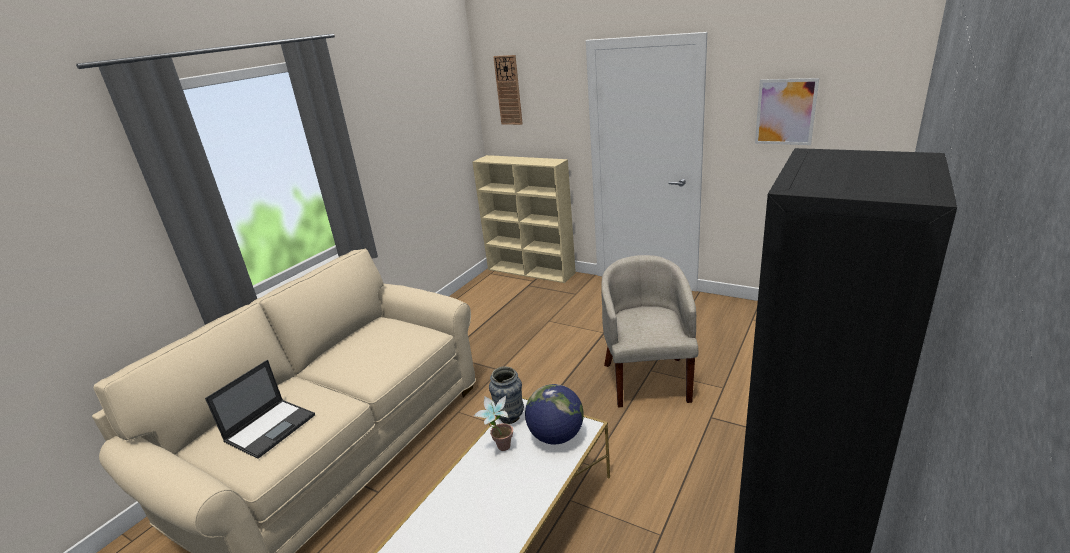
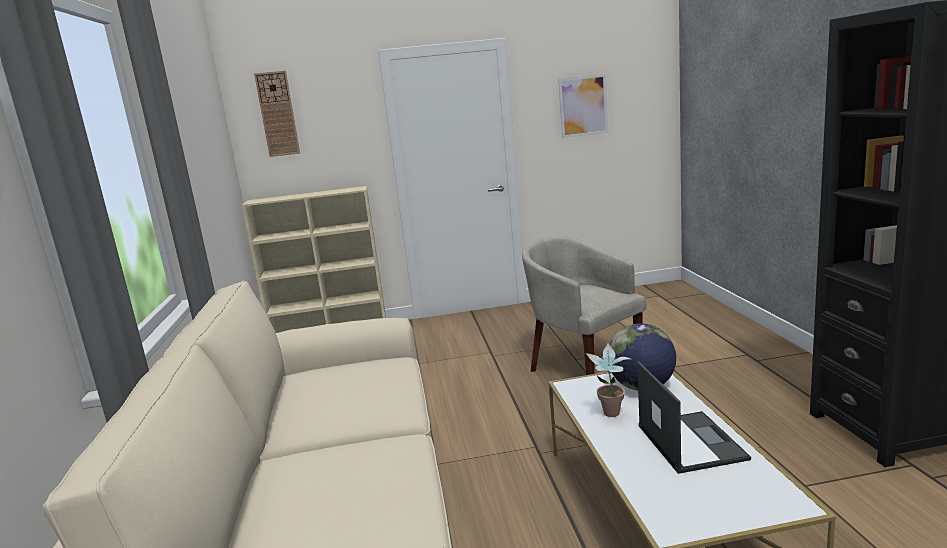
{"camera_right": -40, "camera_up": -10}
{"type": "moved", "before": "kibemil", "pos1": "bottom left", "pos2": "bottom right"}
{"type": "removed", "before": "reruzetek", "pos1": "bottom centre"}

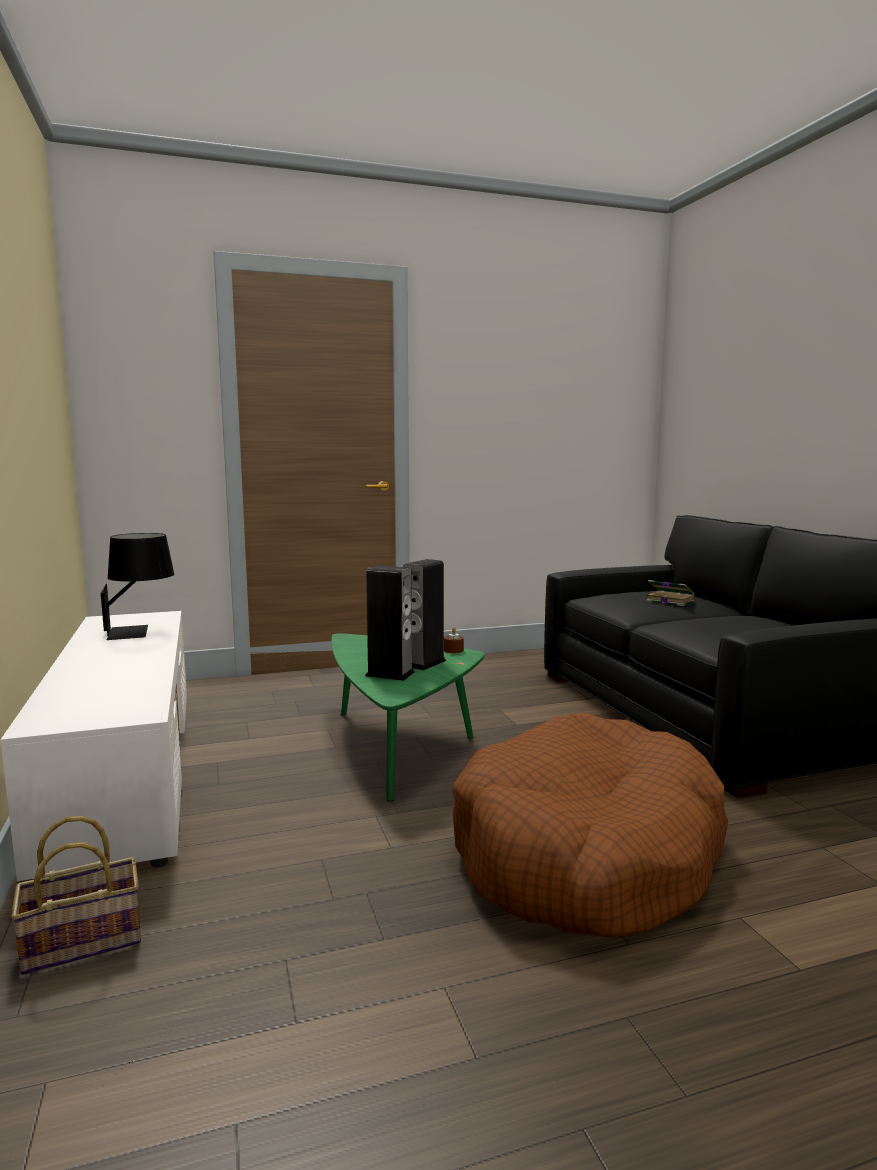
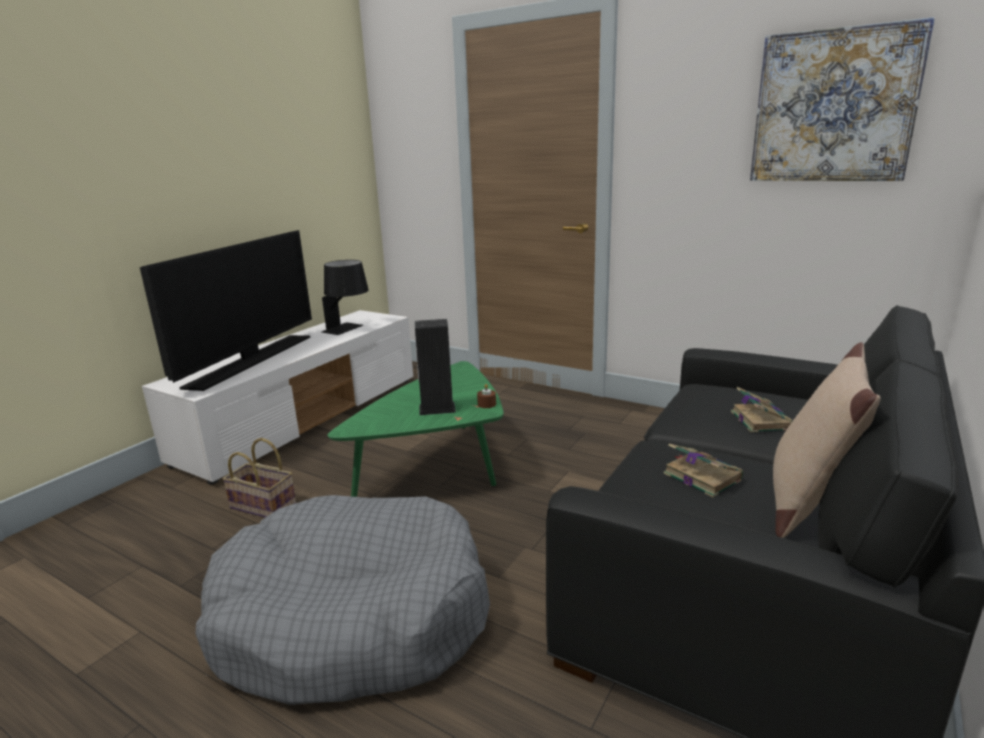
{"camera_right": 50, "camera_up": 10}
{"type": "added", "after": "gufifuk", "pos2": "middle left"}
{"type": "recoloured", "before": "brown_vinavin", "after": "grey_vinavin", "pos1": "bottom right", "pos2": "bottom centre"}
{"type": "moved", "before": "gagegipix", "pos1": "bottom left", "pos2": "middle left"}
{"type": "added", "after": "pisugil (1st from left)", "pos2": "middle right"}
{"type": "added", "after": "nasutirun", "pos2": "top right"}
{"type": "added", "after": "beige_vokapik", "pos2": "middle right"}
{"type": "removed", "before": "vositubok (1st from left)", "pos1": "centre"}

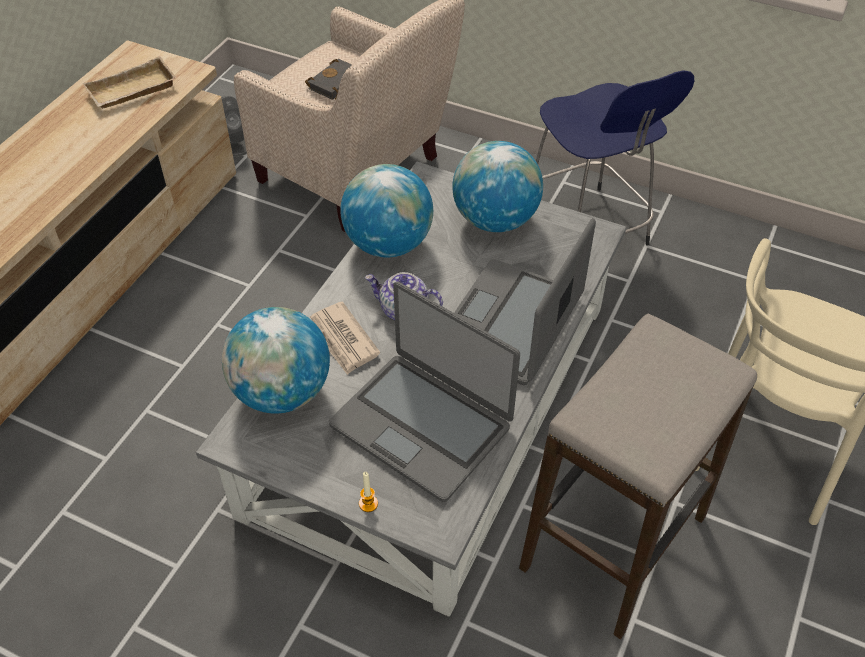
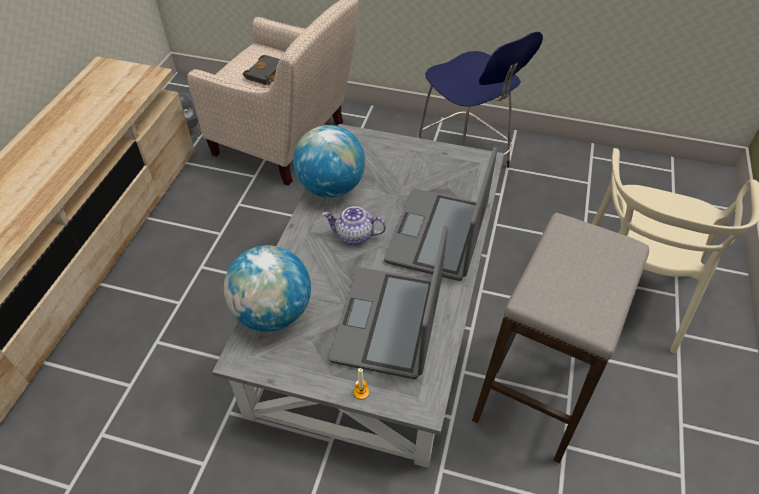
{"camera_right": -10, "camera_up": 0}
{"type": "turned", "before": "kibemil (1st from left)", "pos1": "centre", "pos2": "centre", "turn": 75}
{"type": "removed", "before": "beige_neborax", "pos1": "top left"}
{"type": "removed", "before": "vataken", "pos1": "centre"}
{"type": "removed", "before": "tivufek (3rd from left)", "pos1": "top centre"}

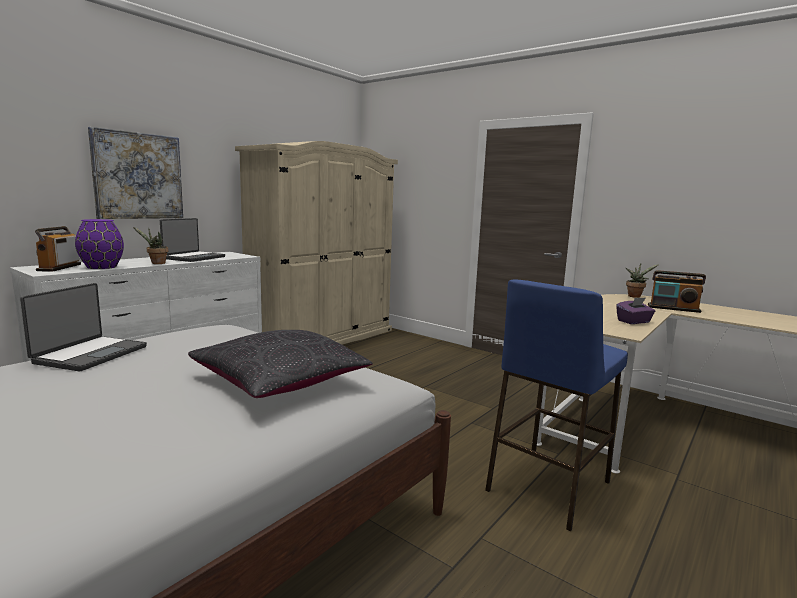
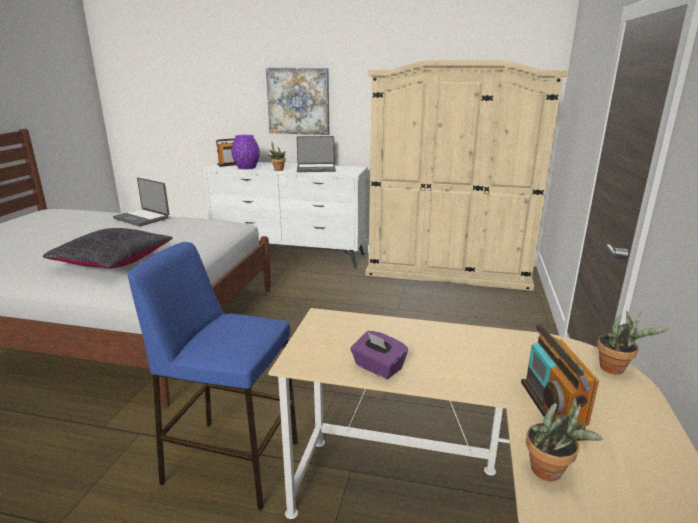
{"camera_right": 65, "camera_up": 10}
{"type": "turned", "before": "kibemil (1st from left)", "pos1": "middle left", "pos2": "middle left", "turn": 45}
{"type": "added", "after": "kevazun (2nd from left)", "pos2": "bottom right"}

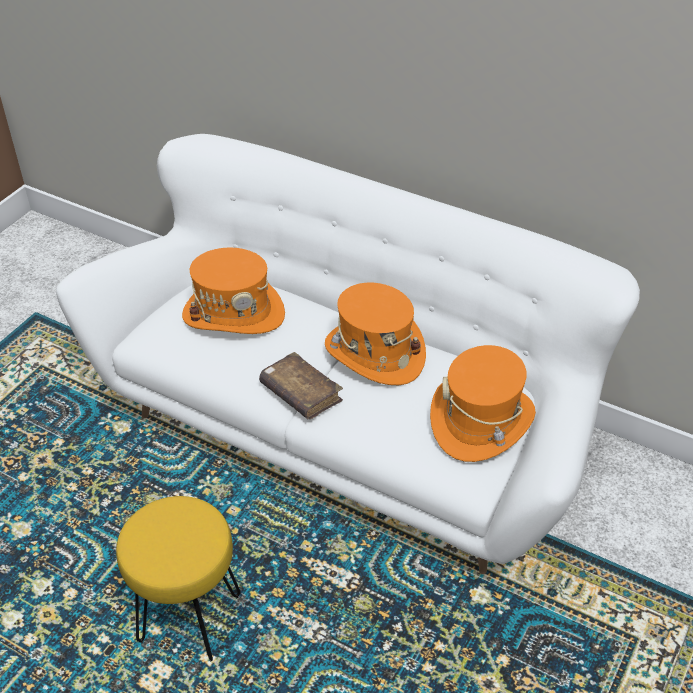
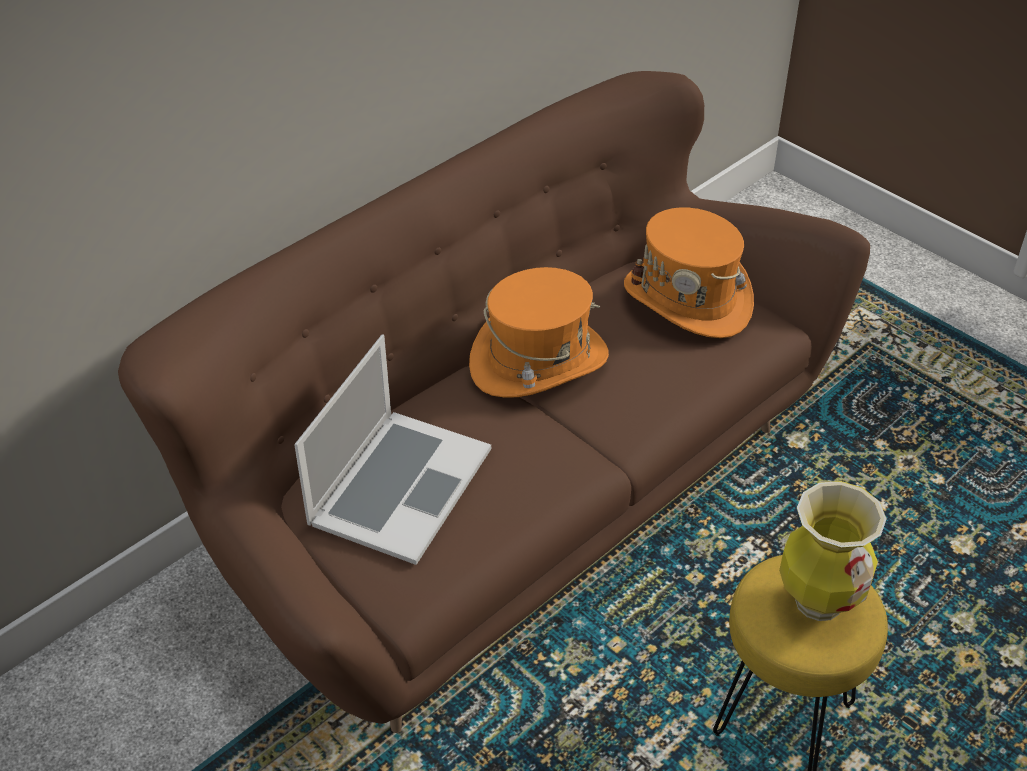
{"camera_right": -75, "camera_up": 0}
{"type": "recoloured", "before": "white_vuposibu", "after": "brown_vuposibu", "pos1": "centre", "pos2": "centre"}
{"type": "replaced", "before": "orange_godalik (1st from left)", "after": "kibemil", "pos1": "centre", "pos2": "centre"}
{"type": "added", "after": "reruzetek", "pos2": "bottom right"}
{"type": "removed", "before": "brown_pisugil", "pos1": "centre"}

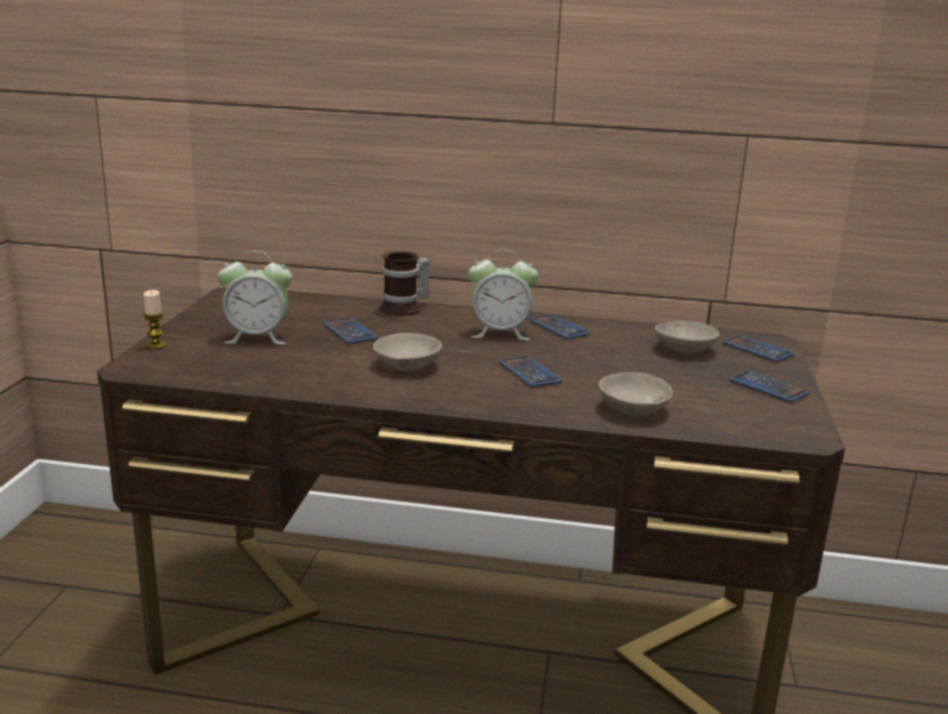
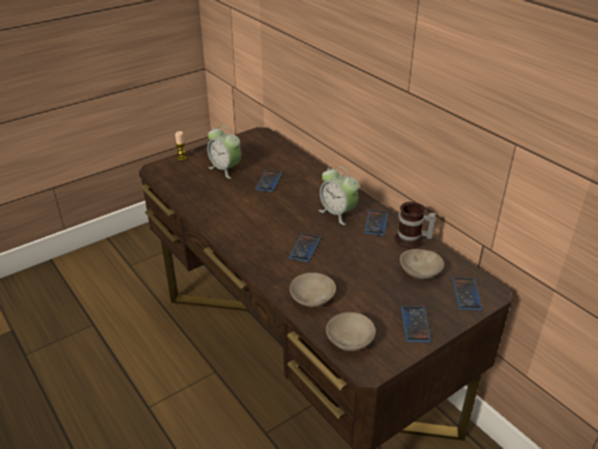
{"camera_right": 45, "camera_up": 15}
{"type": "moved", "before": "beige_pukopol (1st from left in the first image)", "after": "beige_pukopol (2nd from left)", "pos1": "centre", "pos2": "bottom centre"}
{"type": "moved", "before": "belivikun", "pos1": "centre", "pos2": "middle right"}

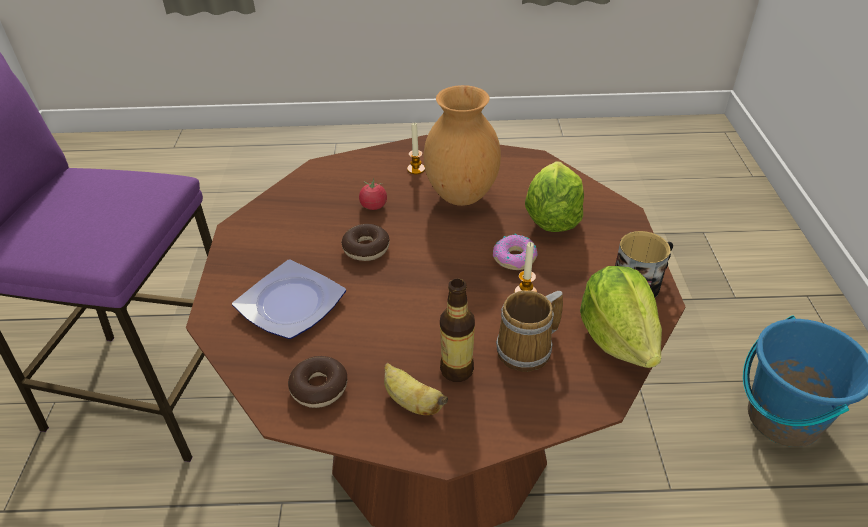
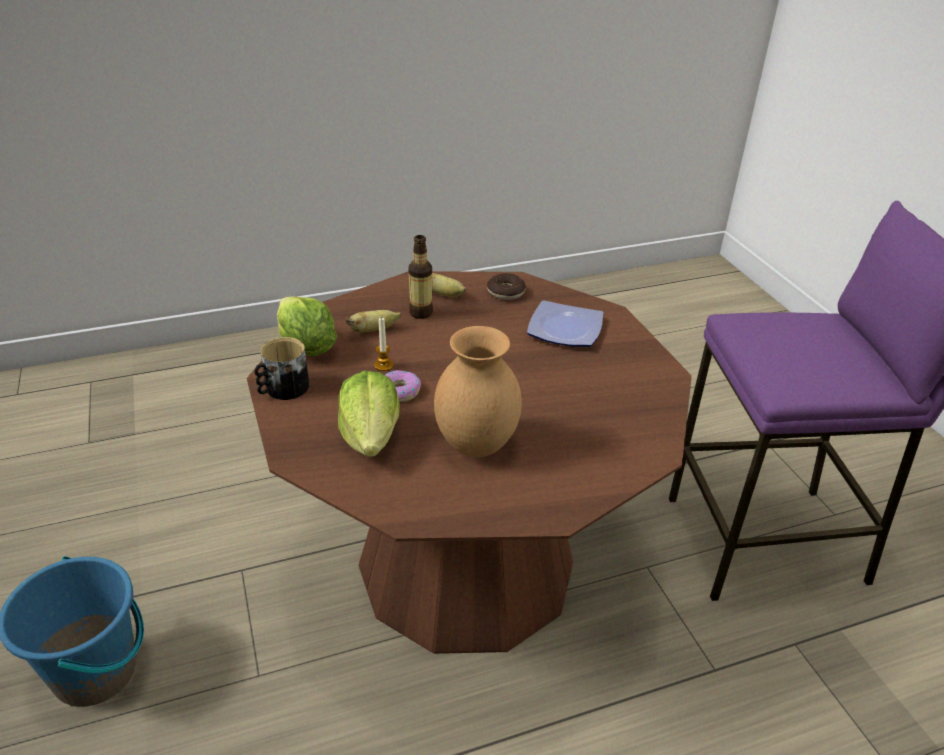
{"camera_right": 160, "camera_up": -5}
{"type": "replaced", "before": "belivikun (1st from left)", "after": "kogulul (1st from left)", "pos1": "centre", "pos2": "centre"}
{"type": "removed", "before": "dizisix (2nd from left)", "pos1": "centre"}
{"type": "removed", "before": "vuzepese", "pos1": "centre"}
{"type": "removed", "before": "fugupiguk (1st from left)", "pos1": "top centre"}

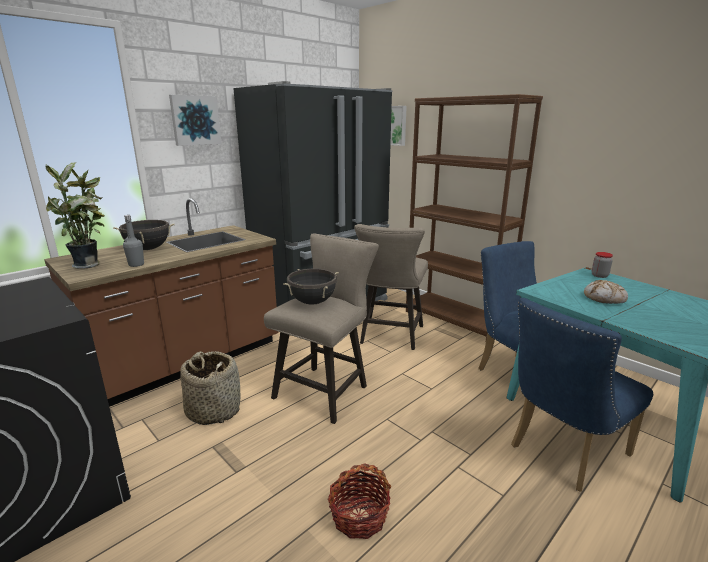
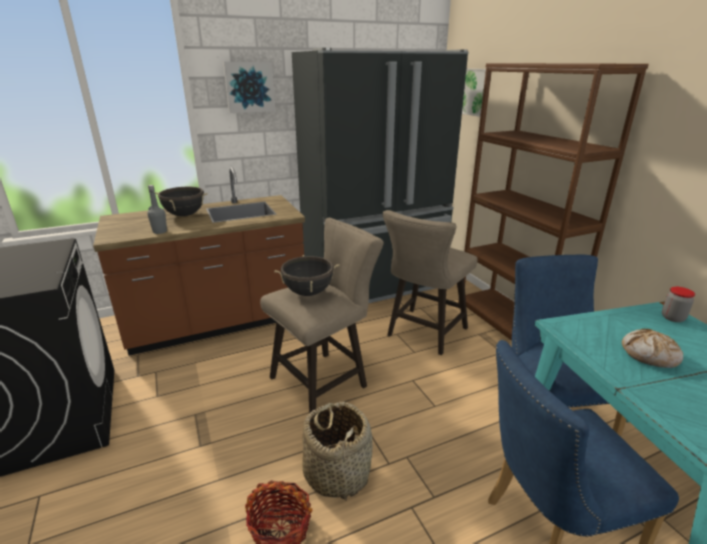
{"camera_right": 20, "camera_up": 5}
{"type": "moved", "before": "gagegipix (1st from left in the first image)", "after": "gagegipix (2nd from left)", "pos1": "bottom left", "pos2": "bottom centre"}
{"type": "removed", "before": "kevazun", "pos1": "middle left"}

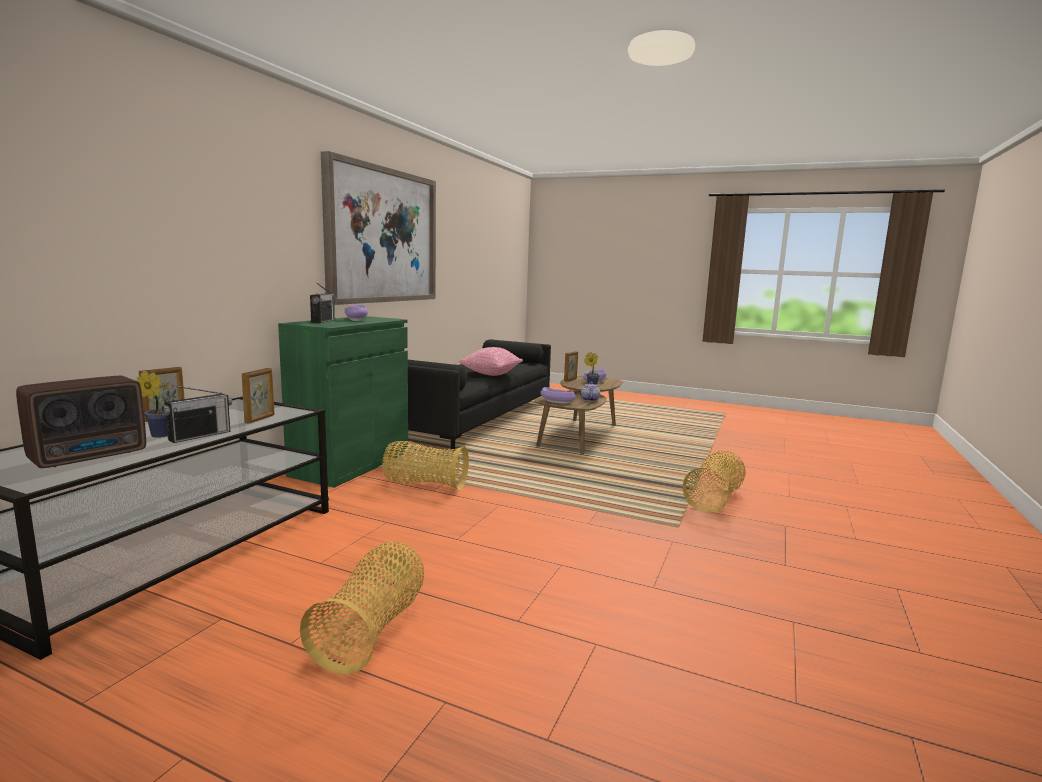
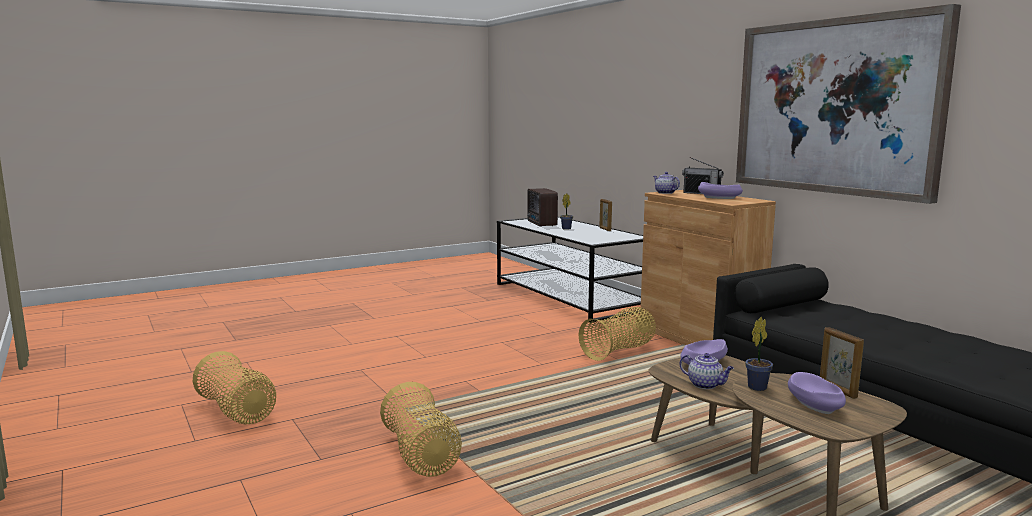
{"camera_right": 125, "camera_up": 0}
{"type": "moved", "before": "gagegipix (1st from left)", "pos1": "bottom centre", "pos2": "bottom left"}
{"type": "recoloured", "before": "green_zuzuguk", "after": "brown_zuzuguk", "pos1": "middle left", "pos2": "middle right"}
{"type": "added", "after": "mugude (1st from left)", "pos2": "centre"}
{"type": "removed", "before": "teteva (2nd from left)", "pos1": "middle left"}
{"type": "removed", "before": "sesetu (2nd from left)", "pos1": "middle left"}
{"type": "removed", "before": "pink_vokapik", "pos1": "centre"}

